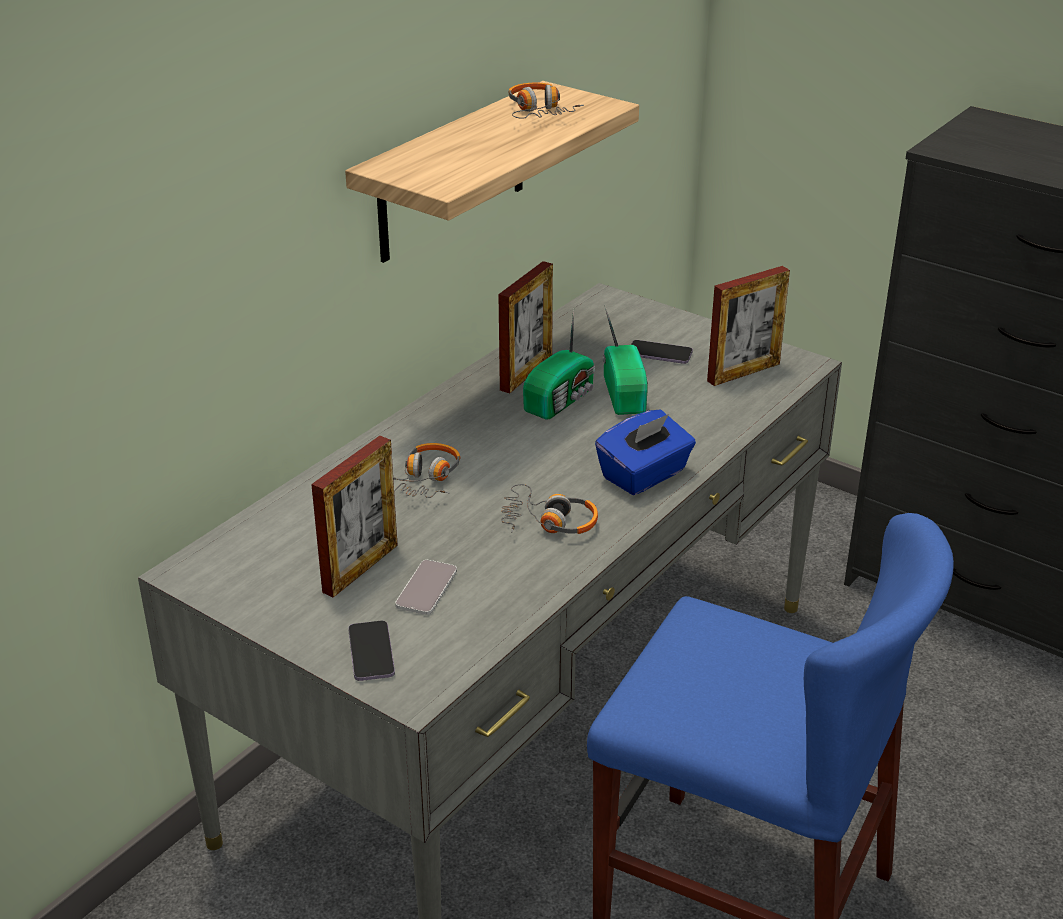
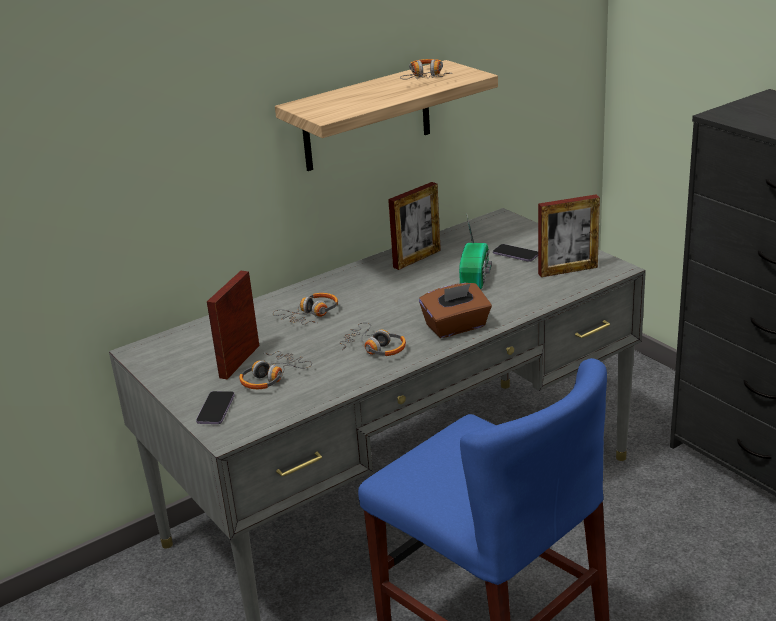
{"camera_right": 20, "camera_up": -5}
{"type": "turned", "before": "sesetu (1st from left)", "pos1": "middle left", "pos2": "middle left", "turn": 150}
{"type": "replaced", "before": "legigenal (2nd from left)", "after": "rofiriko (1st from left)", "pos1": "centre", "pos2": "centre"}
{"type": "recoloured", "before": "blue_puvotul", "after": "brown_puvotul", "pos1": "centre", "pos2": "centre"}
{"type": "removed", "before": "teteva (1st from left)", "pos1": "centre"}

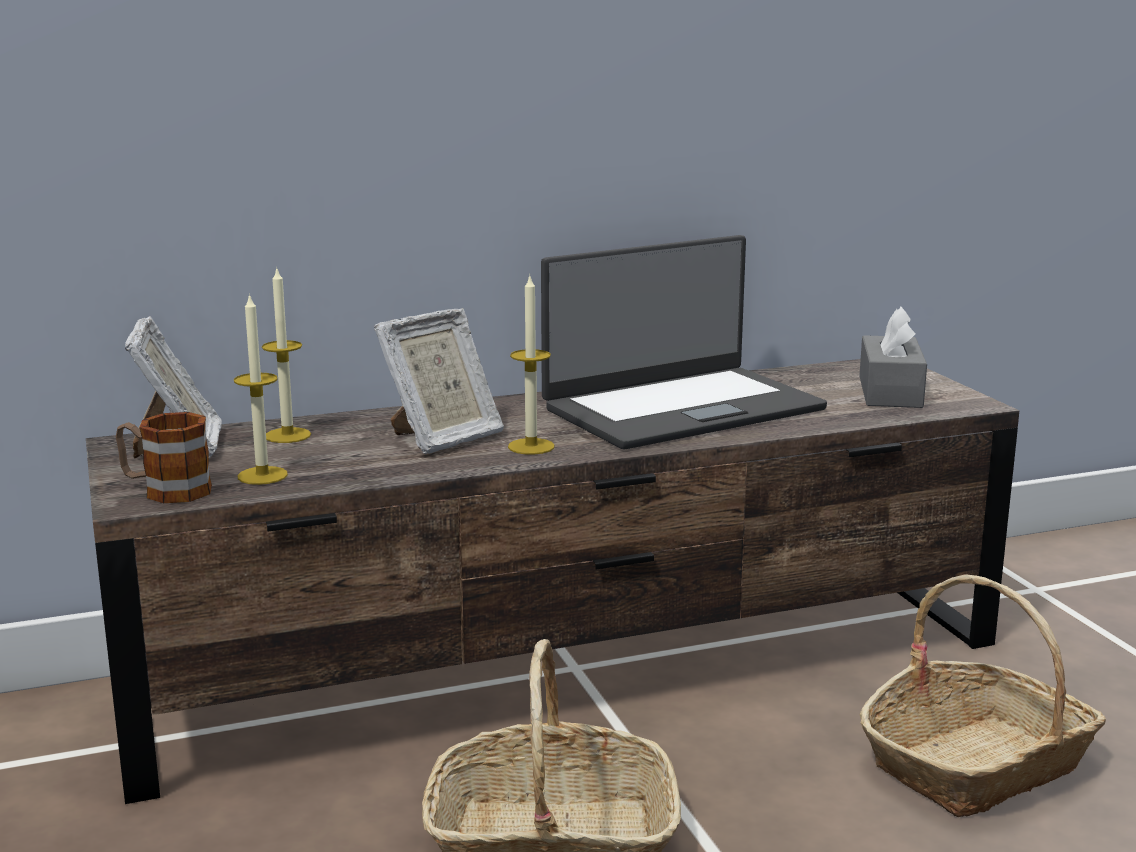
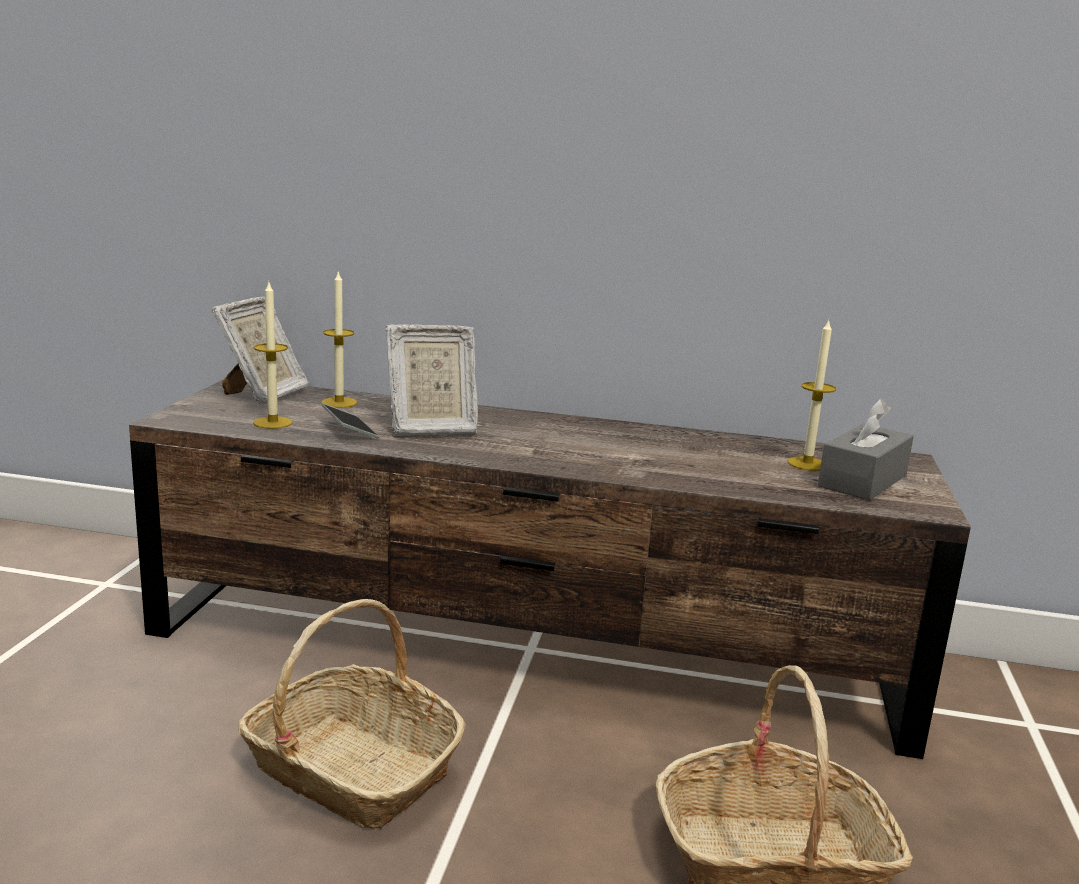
{"camera_right": 30, "camera_up": 0}
{"type": "added", "after": "legigenal", "pos2": "middle left"}
{"type": "moved", "before": "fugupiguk (3rd from left)", "pos1": "centre", "pos2": "middle right"}
{"type": "removed", "before": "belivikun", "pos1": "middle left"}
{"type": "removed", "before": "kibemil", "pos1": "centre"}

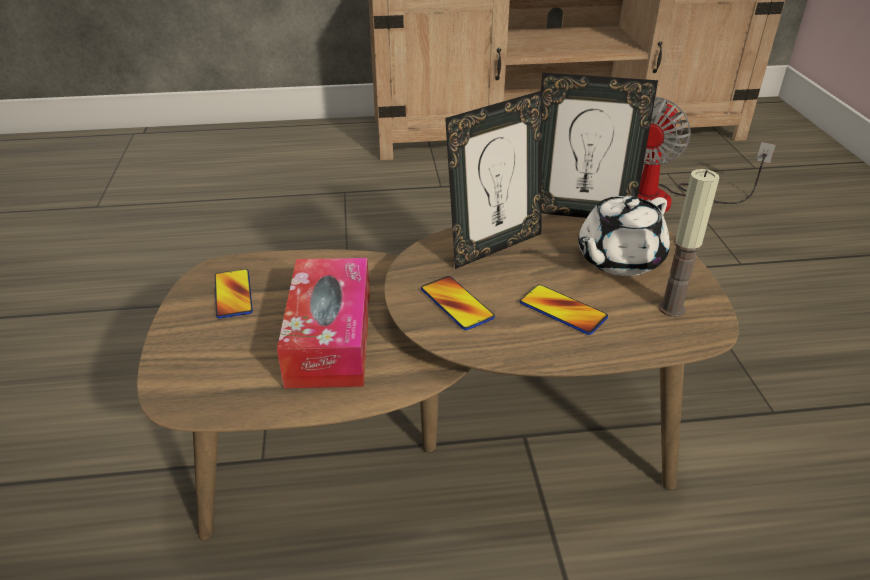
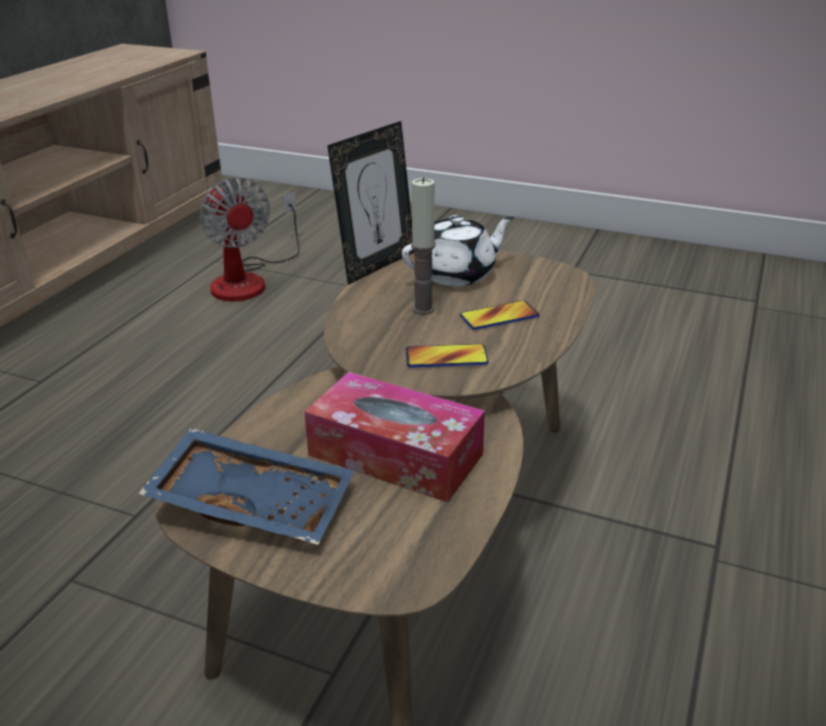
{"camera_right": -60, "camera_up": -5}
{"type": "replaced", "before": "legigenal (1st from left)", "after": "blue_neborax", "pos1": "middle left", "pos2": "bottom left"}
{"type": "turned", "before": "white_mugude", "pos1": "middle right", "pos2": "centre", "turn": -105}
{"type": "moved", "before": "fugupiguk", "pos1": "middle right", "pos2": "centre"}
{"type": "removed", "before": "sesetu (1st from left)", "pos1": "top centre"}

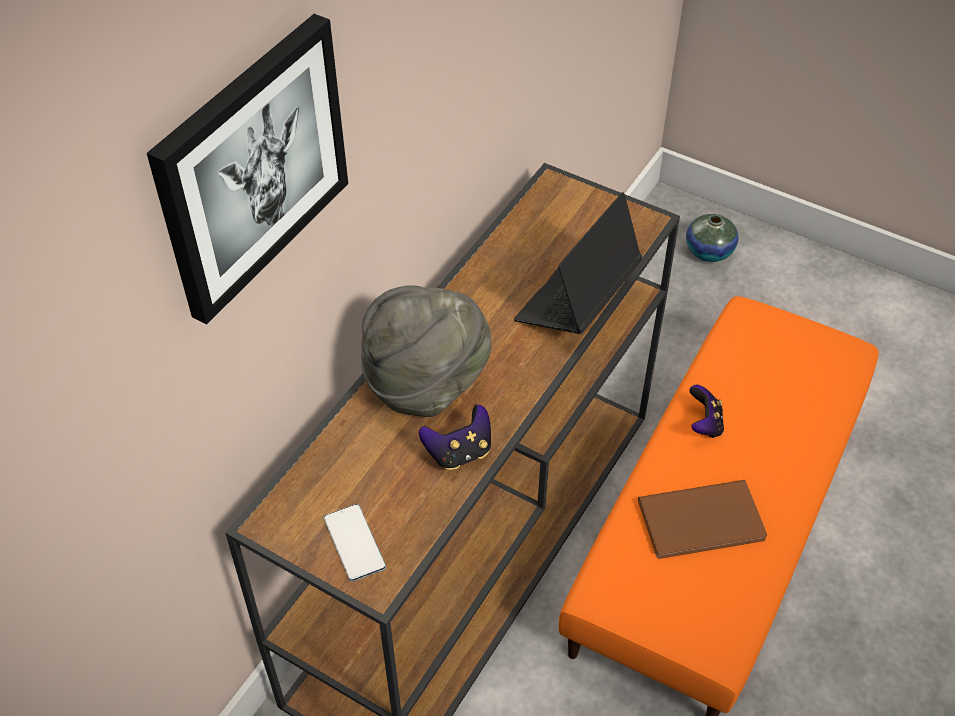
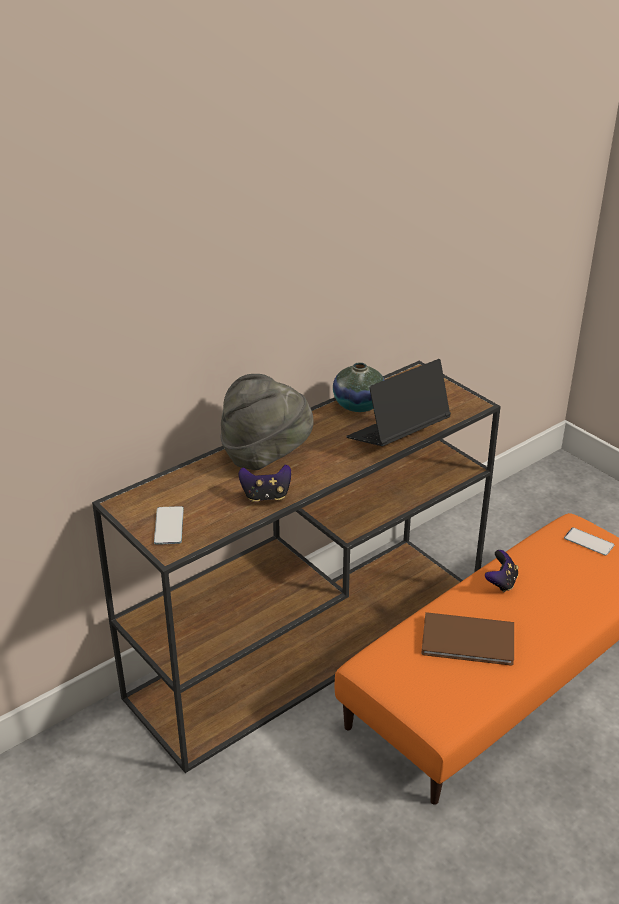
{"camera_right": 20, "camera_up": -15}
{"type": "moved", "before": "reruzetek", "pos1": "top right", "pos2": "centre"}
{"type": "added", "after": "legigenal (2nd from left)", "pos2": "middle right"}
{"type": "removed", "before": "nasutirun", "pos1": "top left"}

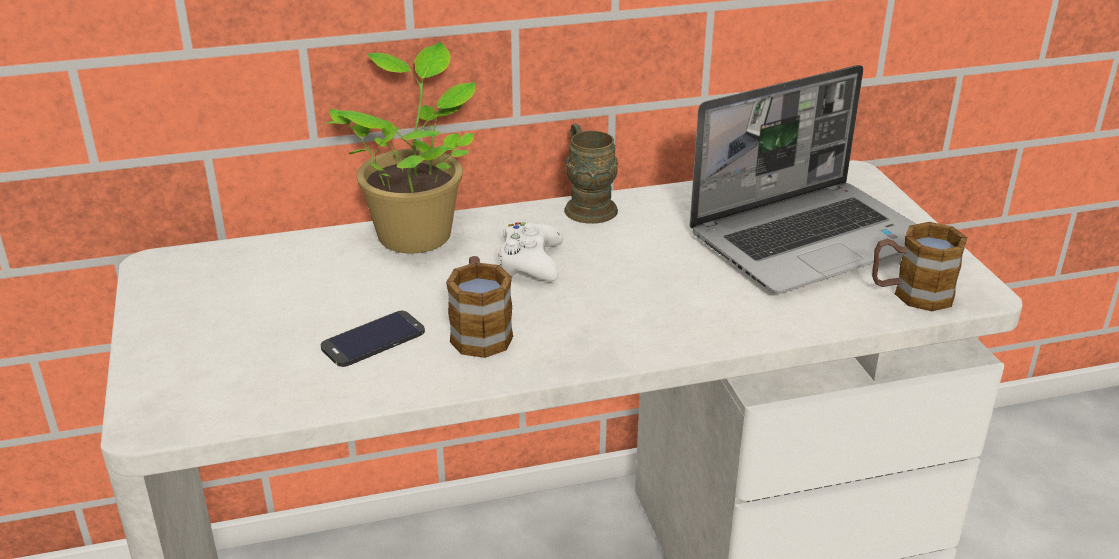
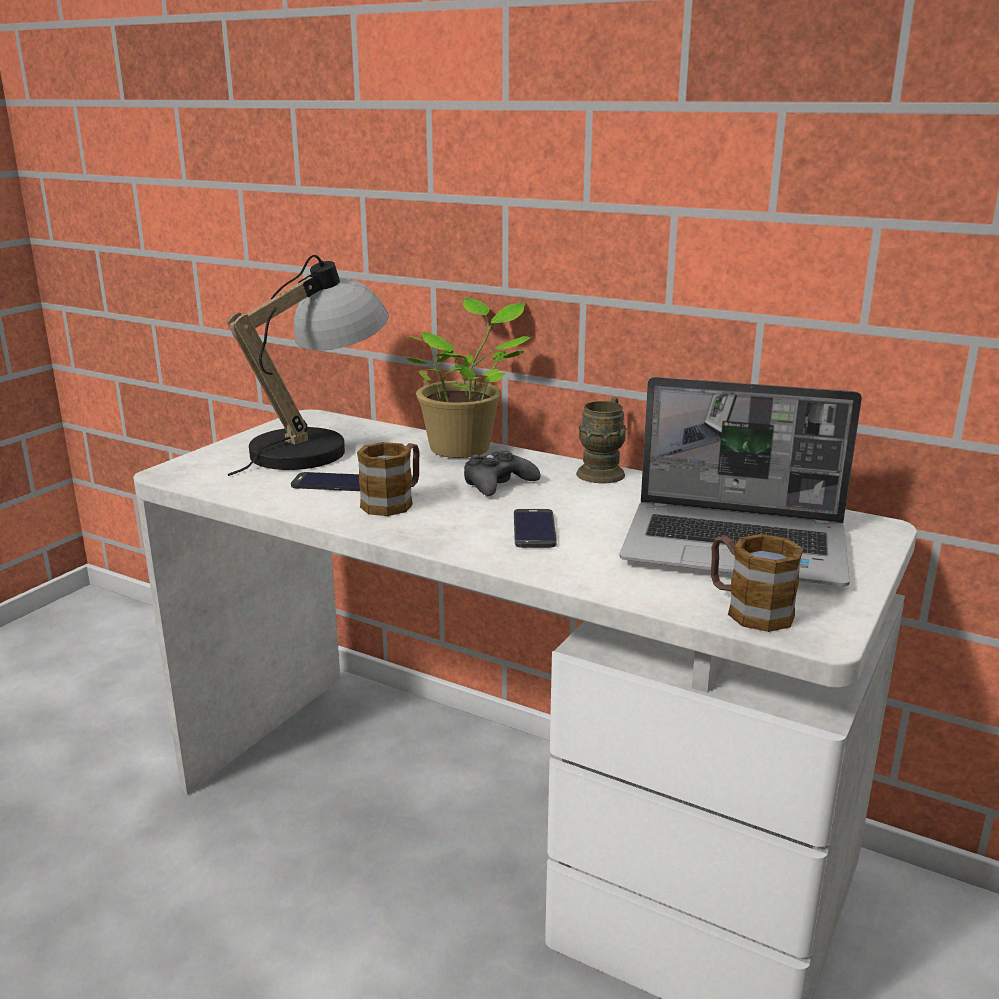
{"camera_right": 45, "camera_up": -10}
{"type": "added", "after": "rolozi", "pos2": "middle left"}
{"type": "recoloured", "before": "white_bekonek", "after": "black_bekonek", "pos1": "centre", "pos2": "centre"}
{"type": "added", "after": "legigenal (2nd from left)", "pos2": "centre"}

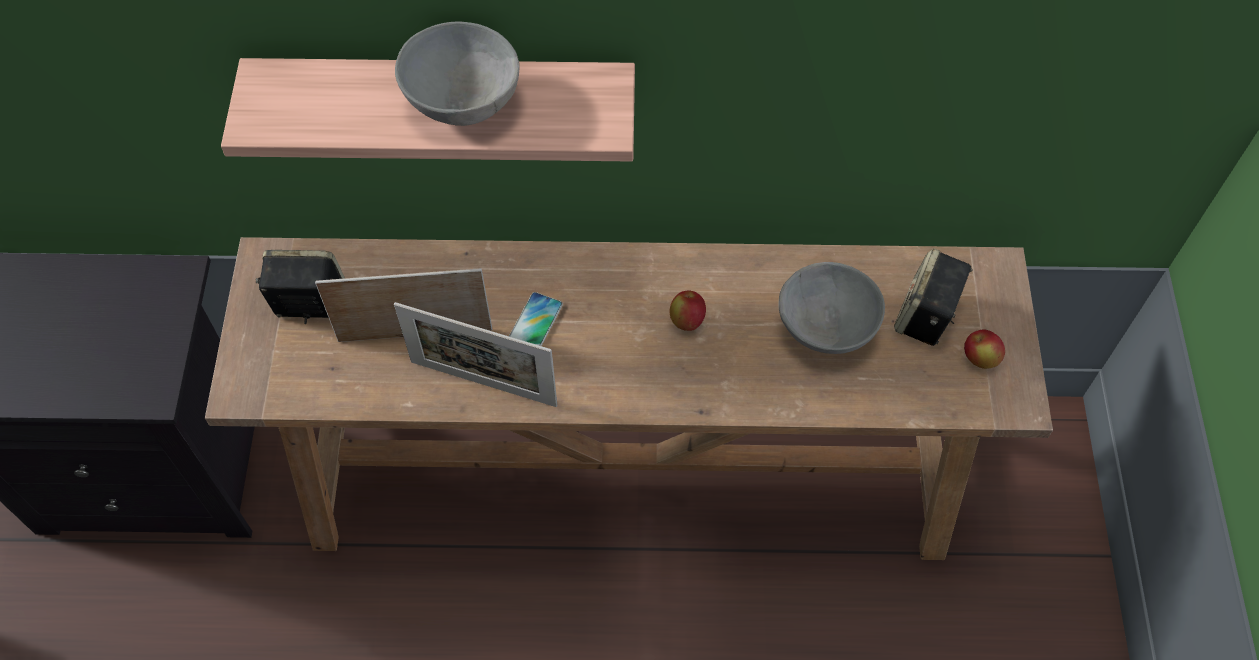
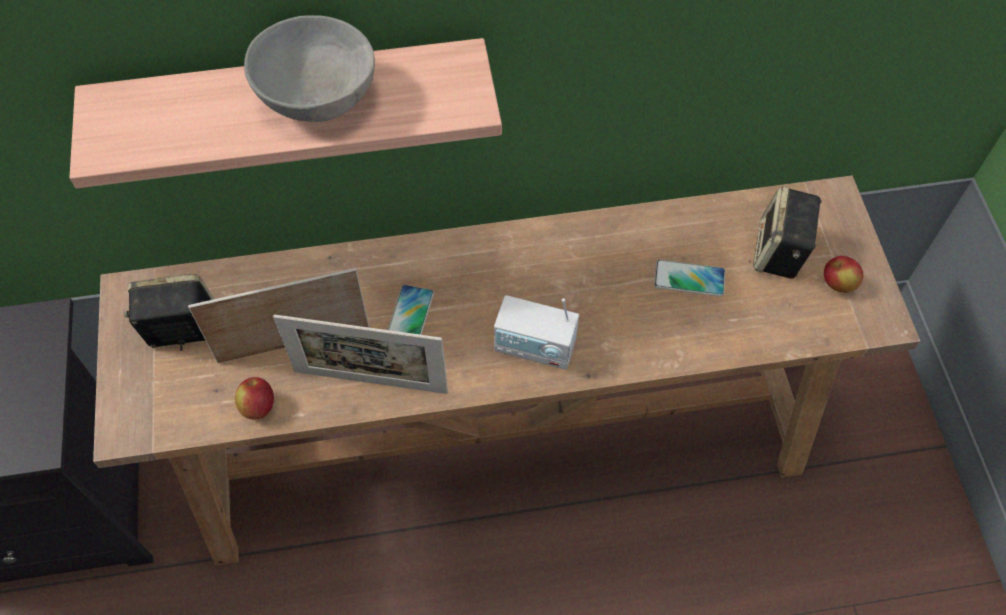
{"camera_right": -10, "camera_up": 0}
{"type": "moved", "before": "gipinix (1st from left)", "pos1": "centre", "pos2": "middle left"}
{"type": "added", "after": "teteva", "pos2": "centre"}
{"type": "replaced", "before": "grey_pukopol (2nd from left)", "after": "legigenal (2nd from left)", "pos1": "centre", "pos2": "middle right"}

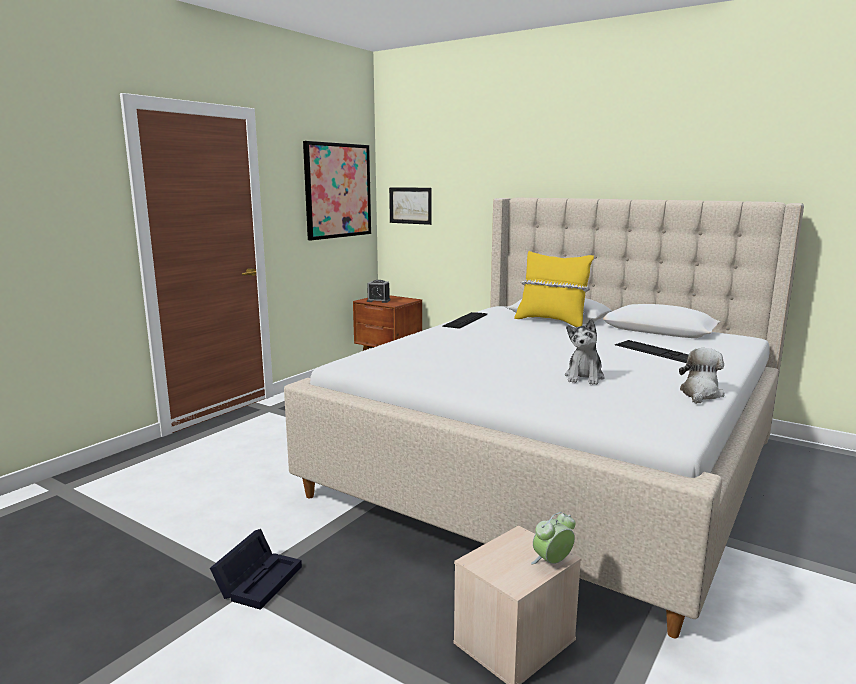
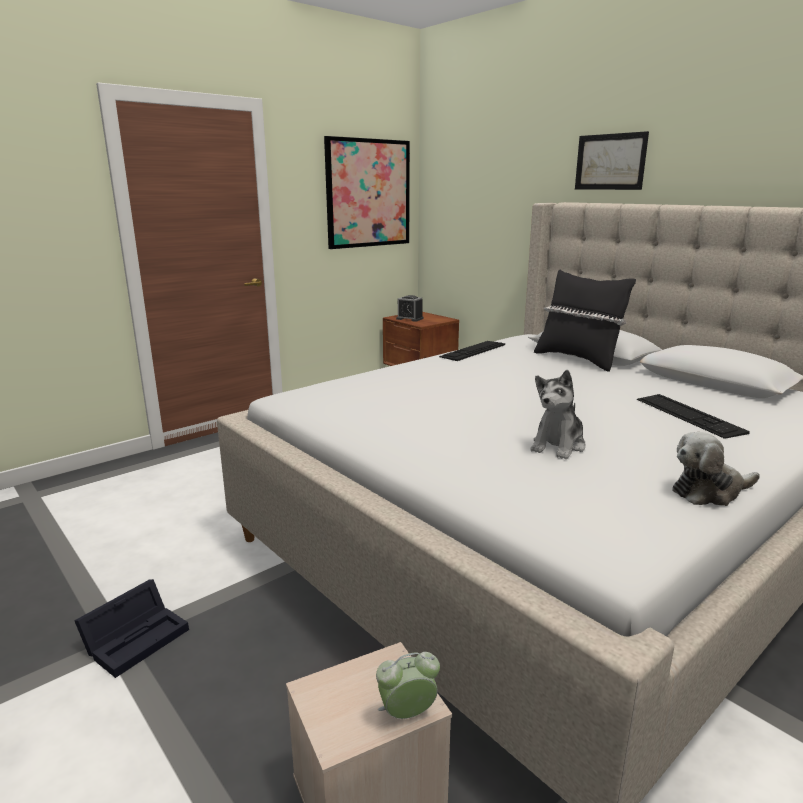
{"camera_right": 15, "camera_up": 5}
{"type": "recoloured", "before": "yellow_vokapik", "after": "black_vokapik", "pos1": "centre", "pos2": "middle right"}
{"type": "moved", "before": "nasutirun (2nd from left)", "pos1": "top centre", "pos2": "top right"}
{"type": "turned", "before": "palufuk (2nd from left)", "pos1": "middle right", "pos2": "middle right", "turn": -150}

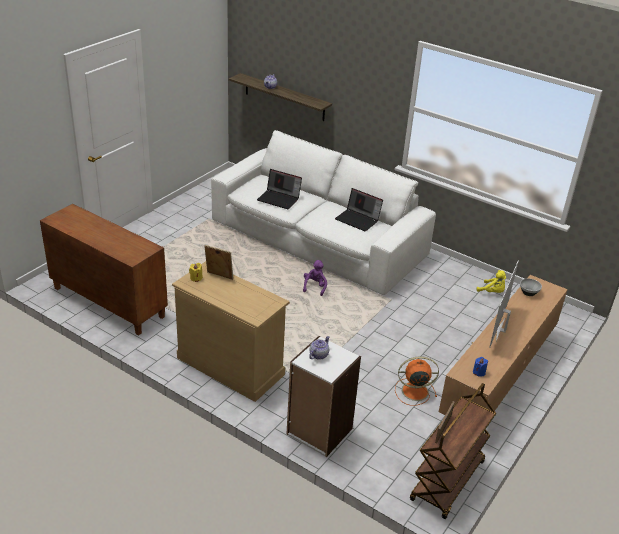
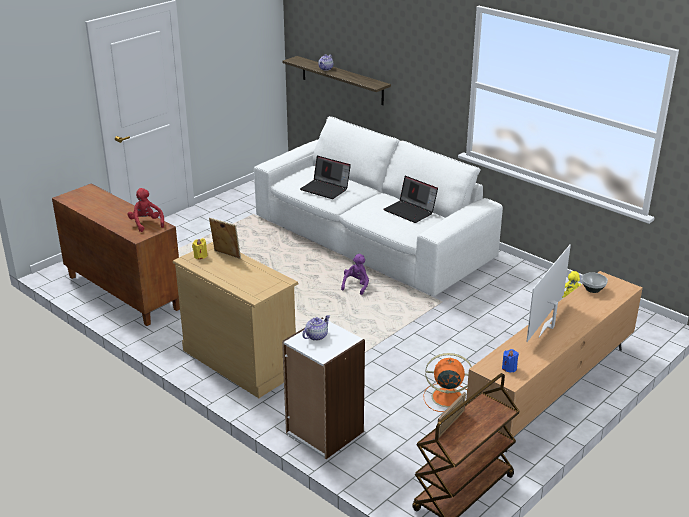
{"camera_right": 10, "camera_up": -5}
{"type": "added", "after": "red_palufuk", "pos2": "middle left"}

